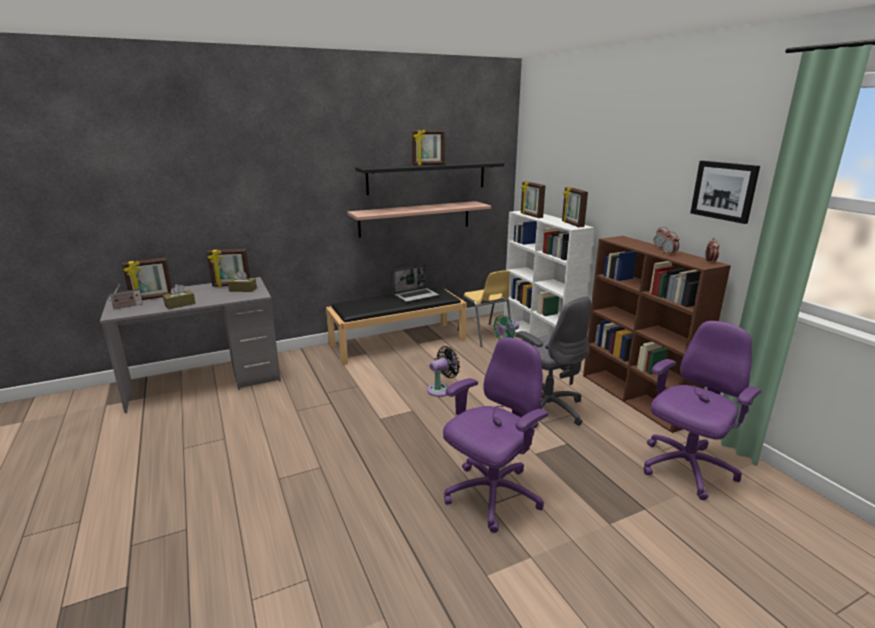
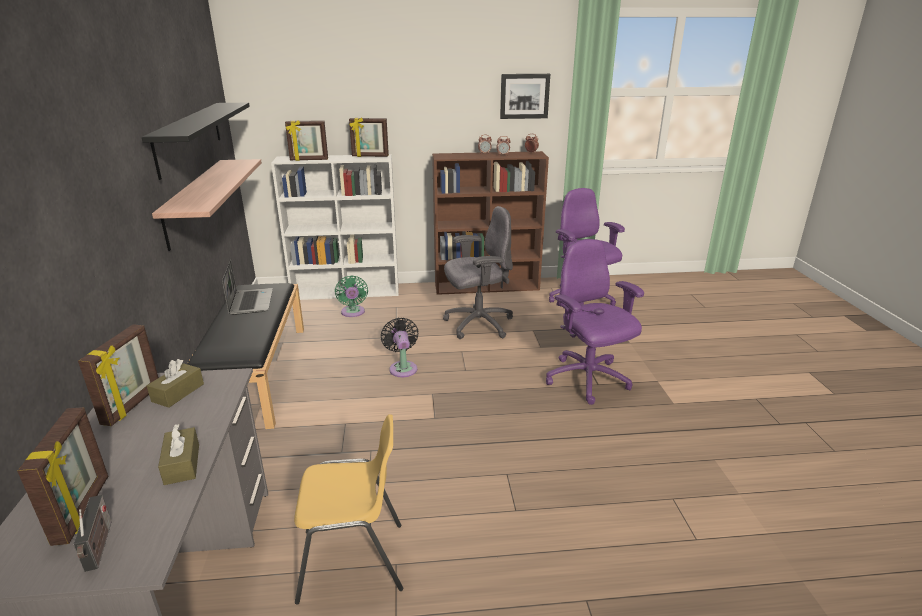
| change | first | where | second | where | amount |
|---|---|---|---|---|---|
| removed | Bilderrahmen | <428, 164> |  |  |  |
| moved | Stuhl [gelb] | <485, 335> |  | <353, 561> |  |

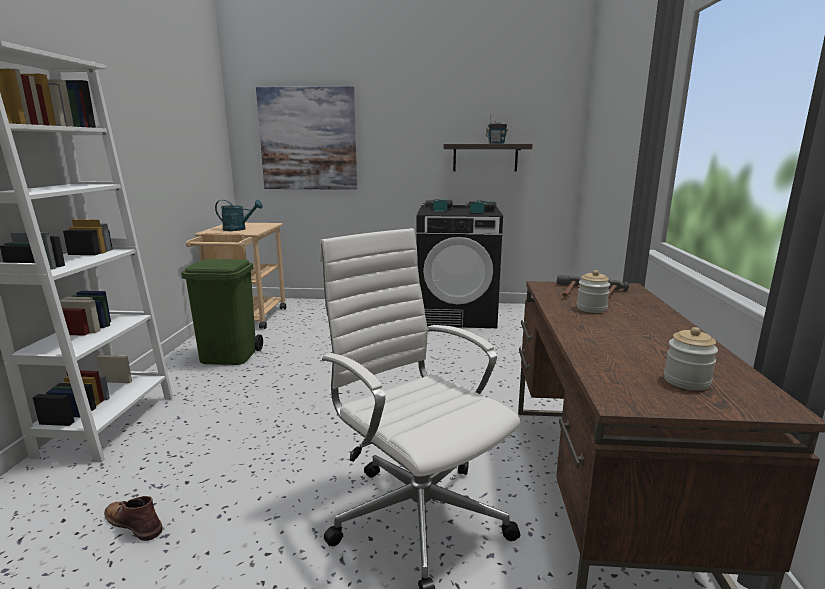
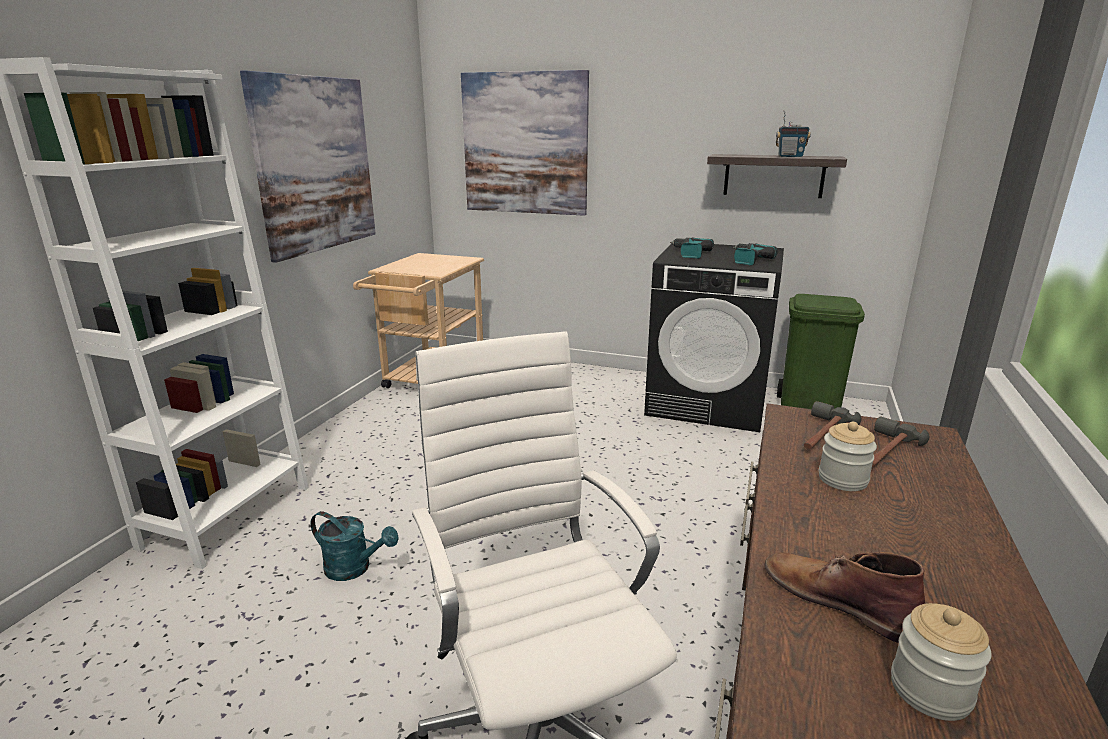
| change | first | where | second | where | amount |
|---|---|---|---|---|---|
| added |  |  | Bild | <315, 165> |  |
| moved | Stiefel [braun] | <133, 522> |  | <837, 599> |  |
| moved | Mülleimer [grün] | <229, 356> |  | <809, 408> |  |
| moved | Gießkanne [türkis] | <238, 229> |  | <355, 568> |  |

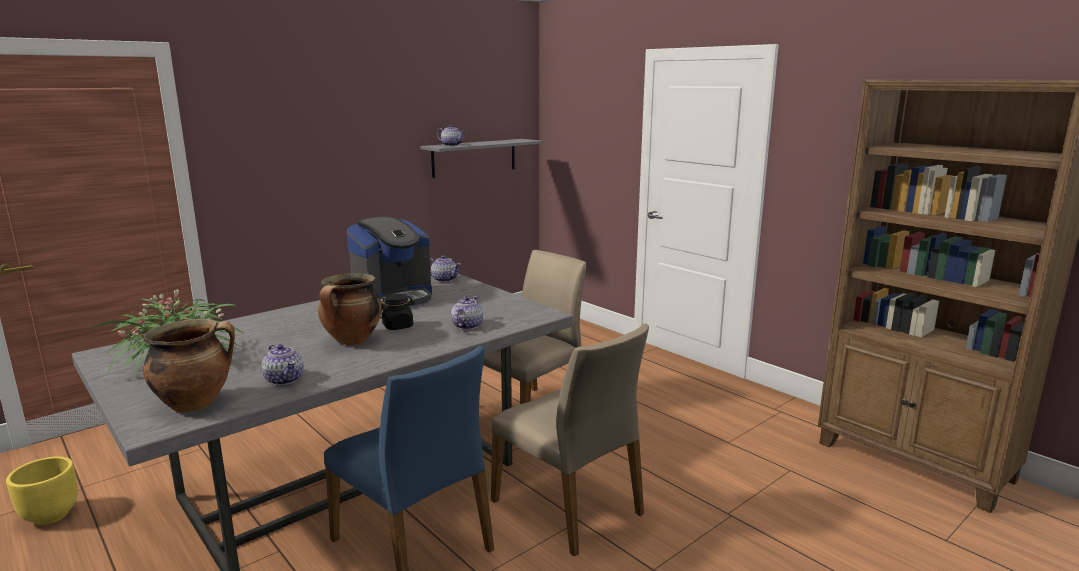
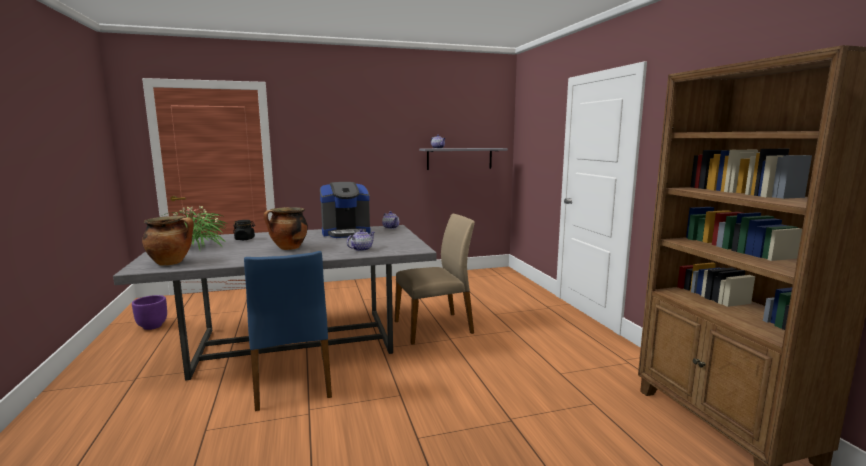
| change | first | where | second | where | amount |
|---|---|---|---|---|---|
| removed | Teekanne | <284, 379> |  |  |  |
| removed | Stuhl [beige] | <569, 507> |  |  |  |
| moved | Vorratsglas [schwarz] | <398, 326> |  | <245, 239> |  |
| recoloured | Pflanzkübel [gelb] | <50, 517> | Pflanzkübel [lila] | <152, 327> |  |

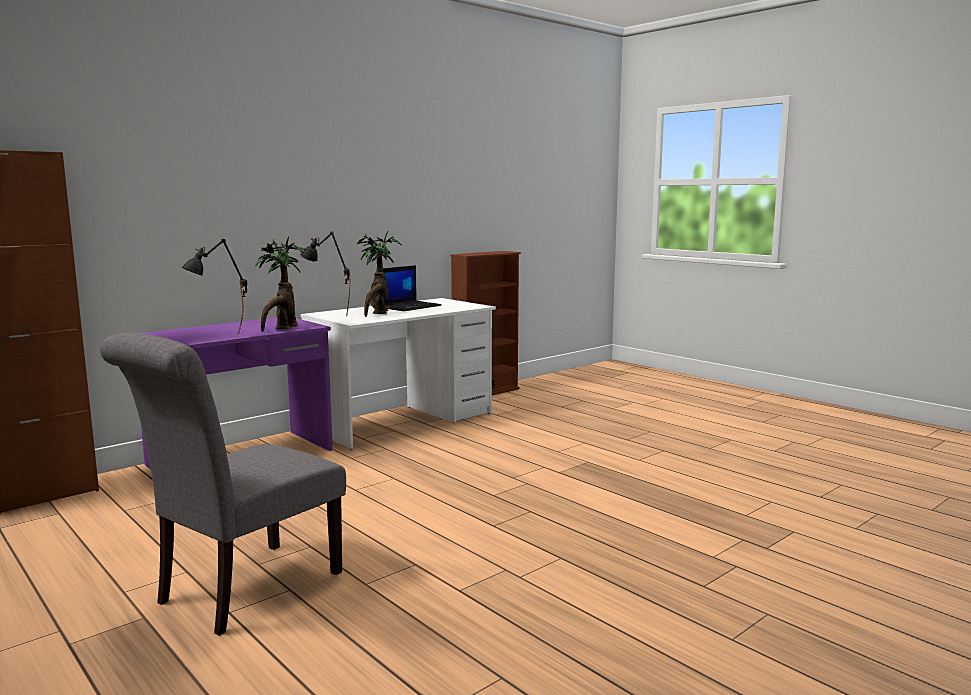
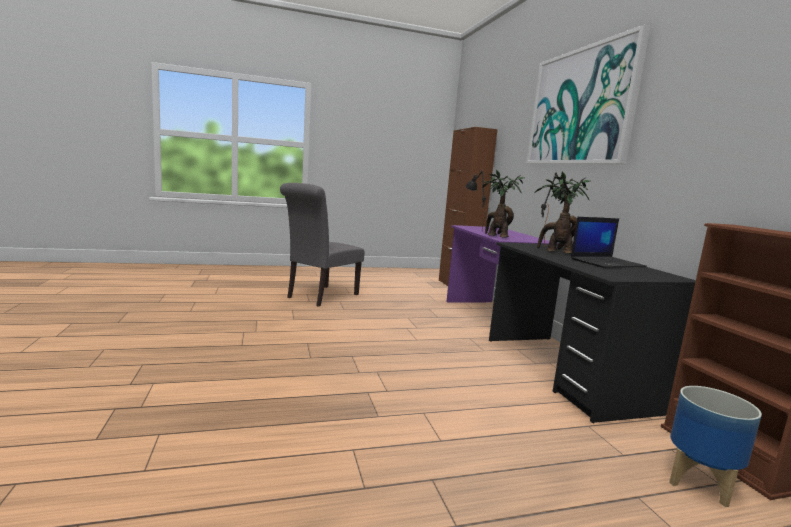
| change | first | where | second | where | amount |
|---|---|---|---|---|---|
| added |  |  | Bild | <580, 107> |  |
| added |  |  | Pflanzkübel | <700, 483> |  |
| recoloured | Schreibtisch [weiß] | <403, 421> | Schreibtisch [schwarz] | <565, 372> |  |
| turned | Stuhl [grau] | <241, 591> |  | <319, 296> | 120 degrees counterclockwise |
| turned | Laptop | <410, 306> |  | <607, 263> | 90 degrees counterclockwise |

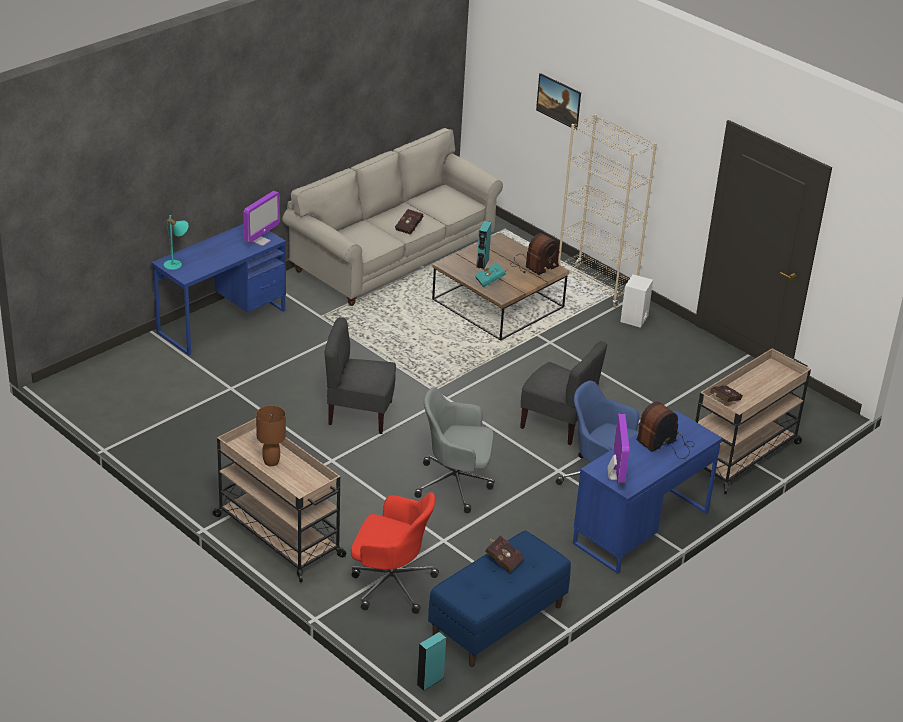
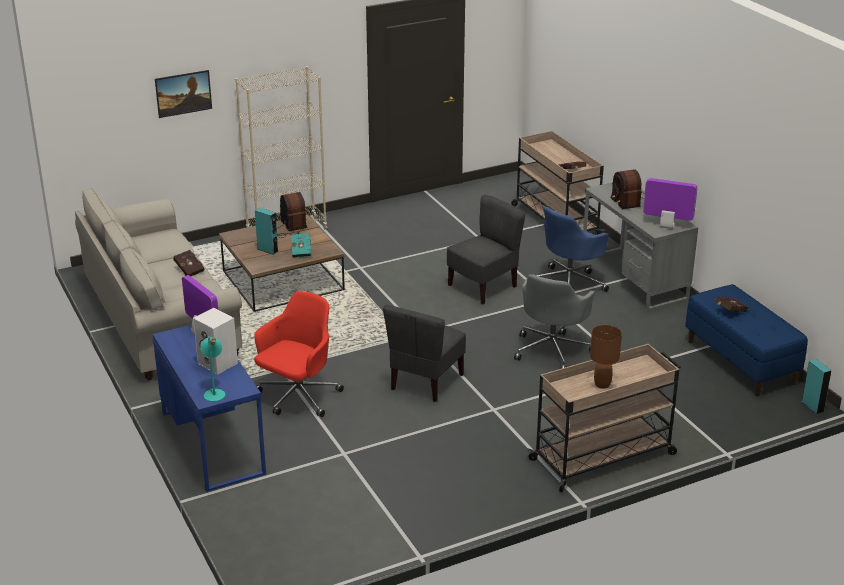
| change | first | where | second | where | amount |
|---|---|---|---|---|---|
| moved | Bürostuhl [rot] | <390, 583> |  | <297, 397> |  |
| moved | Lautsprecher [weiß] | <634, 319> |  | <219, 363> |  |
| recoloured | Schreibtisch [blau] | <640, 527> | Schreibtisch [grau] | <633, 278> |  |

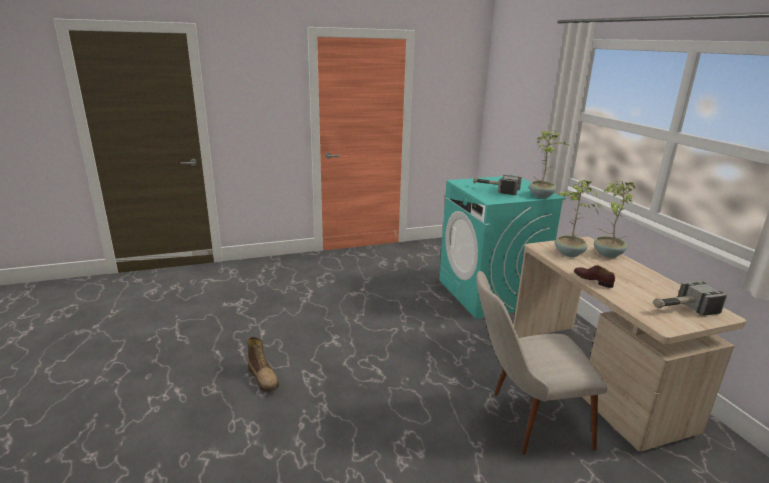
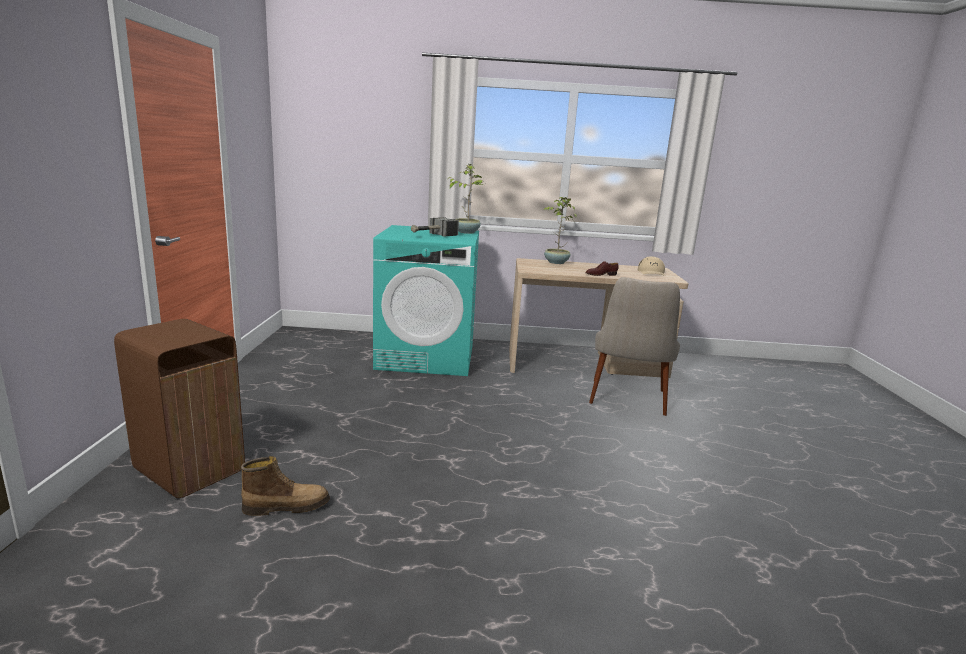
| change | first | where | second | where | amount |
|---|---|---|---|---|---|
| removed | Topfpflanze | <569, 253> |  |  |  |
| added |  |  | Mülleimer [braun] | <189, 470> |  |
| moved | Stiefel | <264, 379> |  | <287, 506> |  |
| replaced | Hammer | <681, 309> | Kappe [beige] | <651, 272> |  |

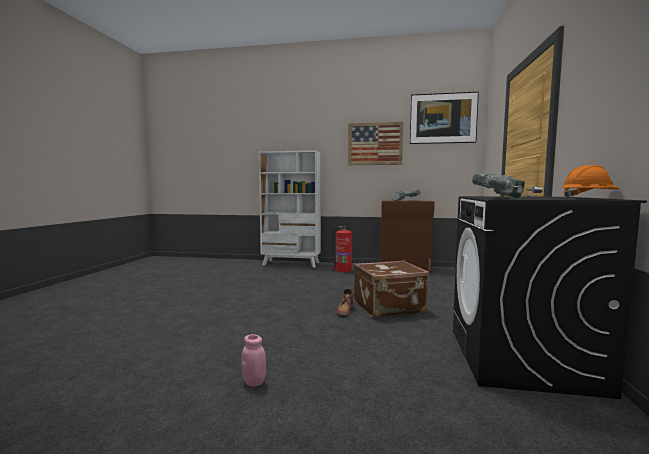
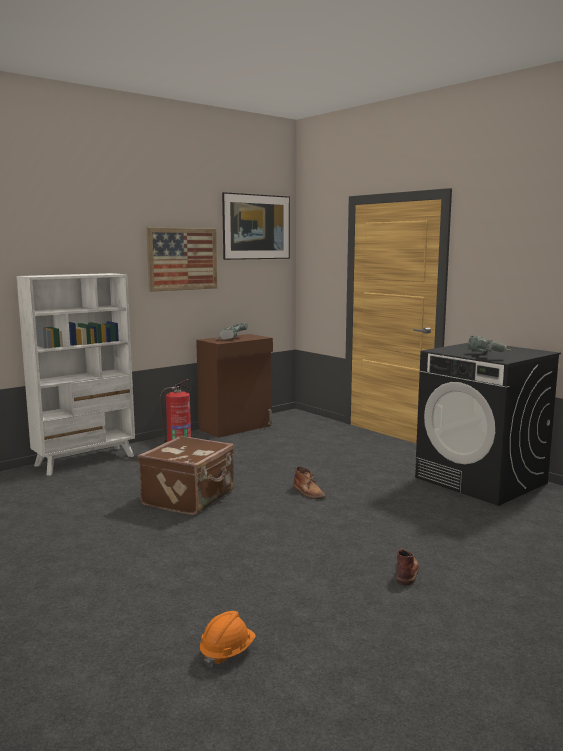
| change | first | where | second | where | amount |
|---|---|---|---|---|---|
| moved | Koffer [braun] | <389, 307> |  | <190, 498> |  |
| moved | Schutzhelm [orange] | <588, 198> |  | <227, 652> |  |
| replaced | Vorratsglas [rosa] | <254, 382> | Stiefel [braun] | <406, 571> |  |

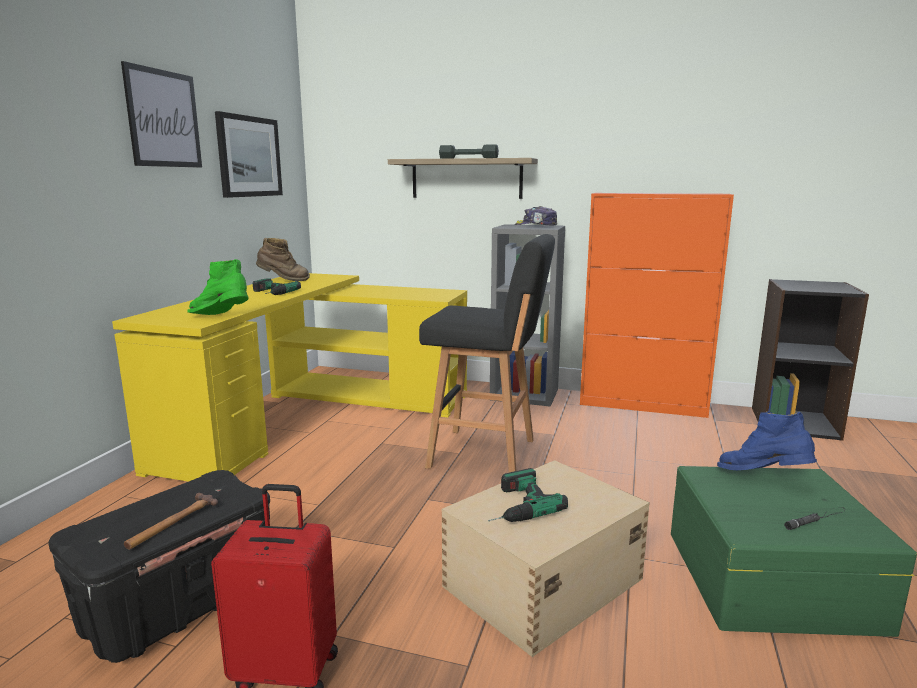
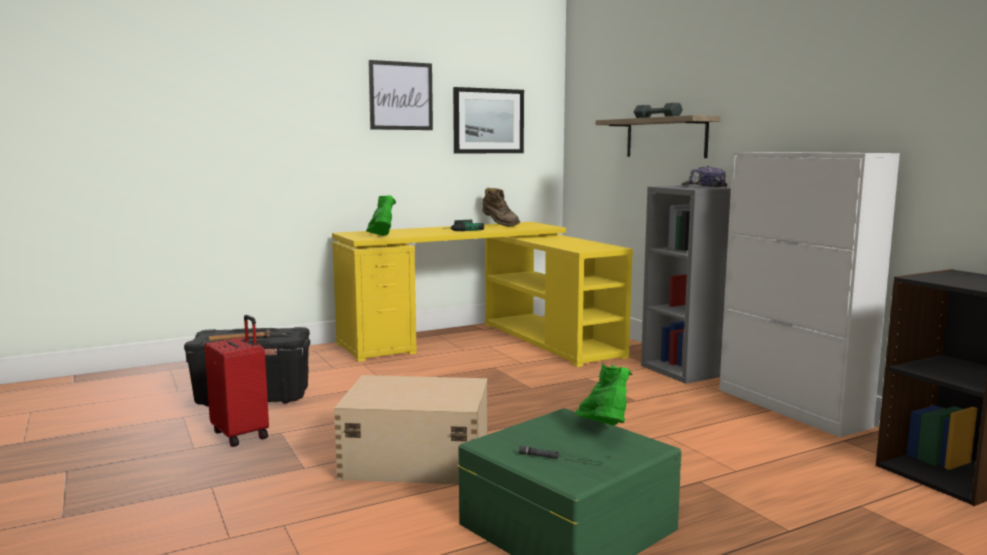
| change | first | where | second | where | amount |
|---|---|---|---|---|---|
| removed | Hocker [schwarz] | <486, 454> |  |  |  |
| removed | Bohrmaschine | <514, 505> |  |  |  |
| recoloured | Schrank [orange] | <643, 404> | Schrank [weiß] | <791, 408> |  |
| recoloured | Stiefel [blau] | <763, 478> | Stiefel [grün] | <602, 432> |  |

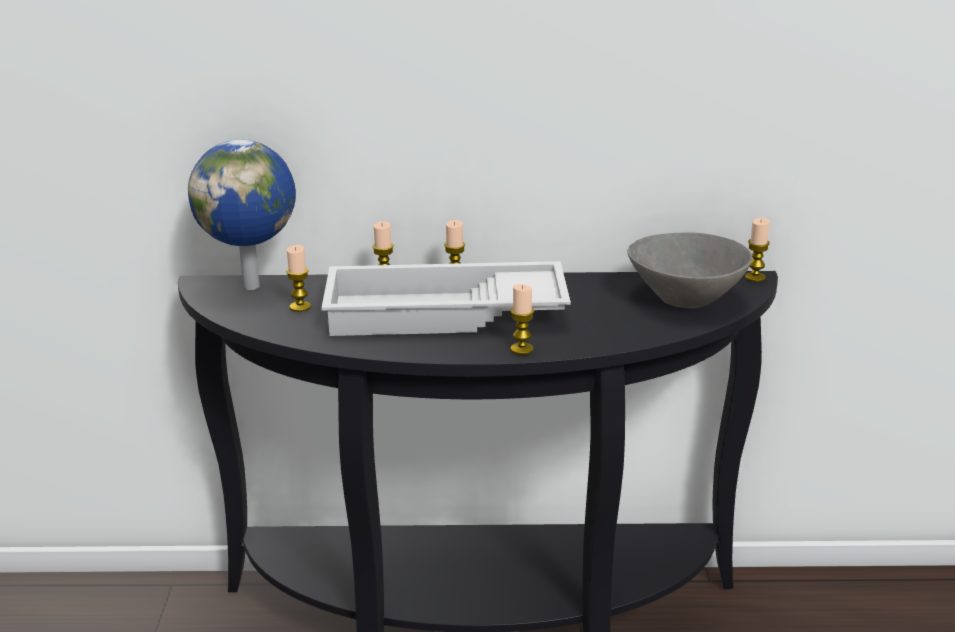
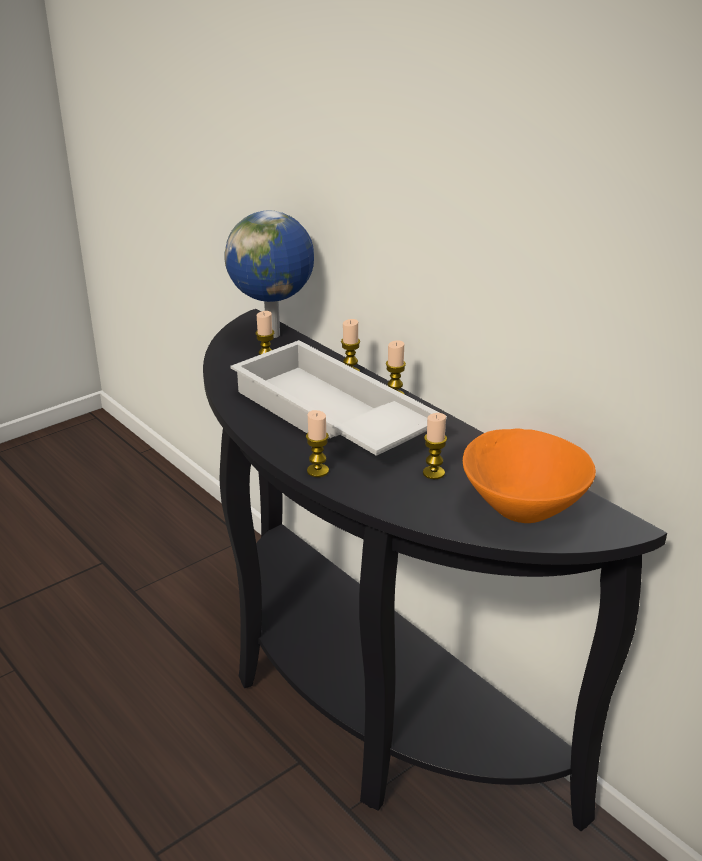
| change | first | where | second | where | amount |
|---|---|---|---|---|---|
| moved | Kerze | <755, 277> |  | <433, 473> |  |
| recoloured | Schüssel [grau] | <685, 298> | Schüssel [orange] | <523, 507> |  |

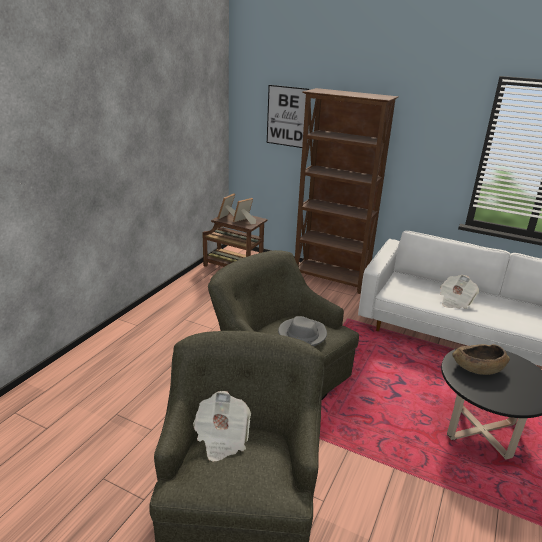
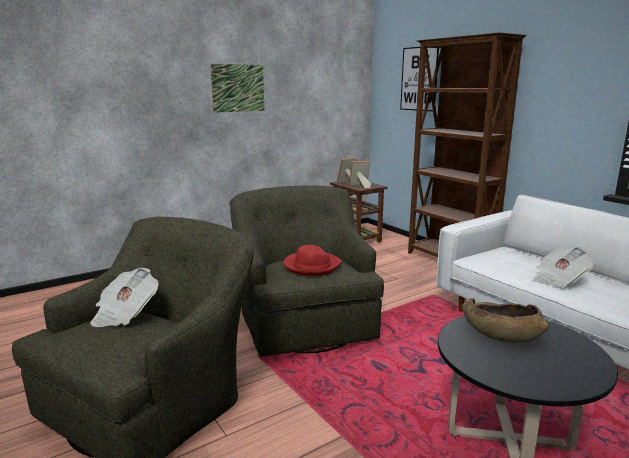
| change | first | where | second | where | amount |
|---|---|---|---|---|---|
| added |  |  | Bild | <238, 88> |  |
| recoloured | Hut [grau] | <302, 334> | Hut [rot] | <311, 266> |  |

